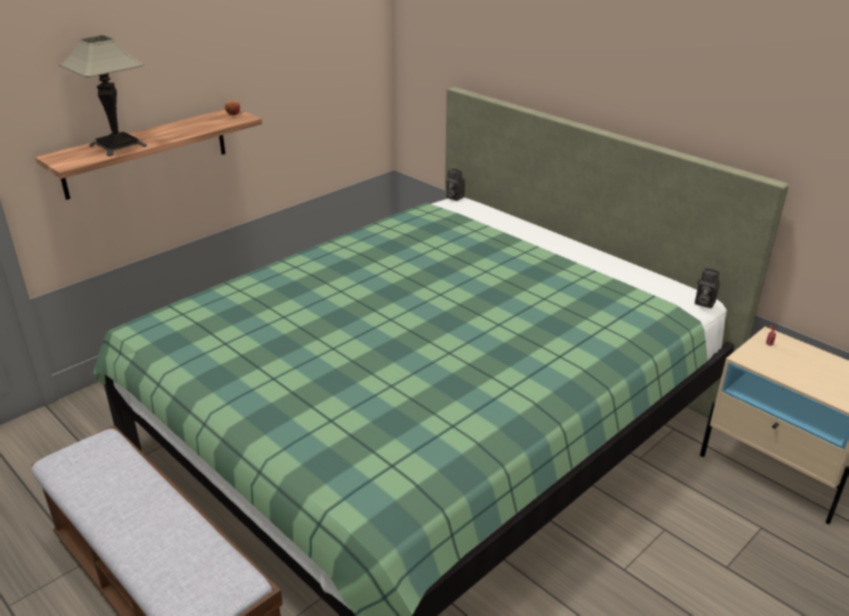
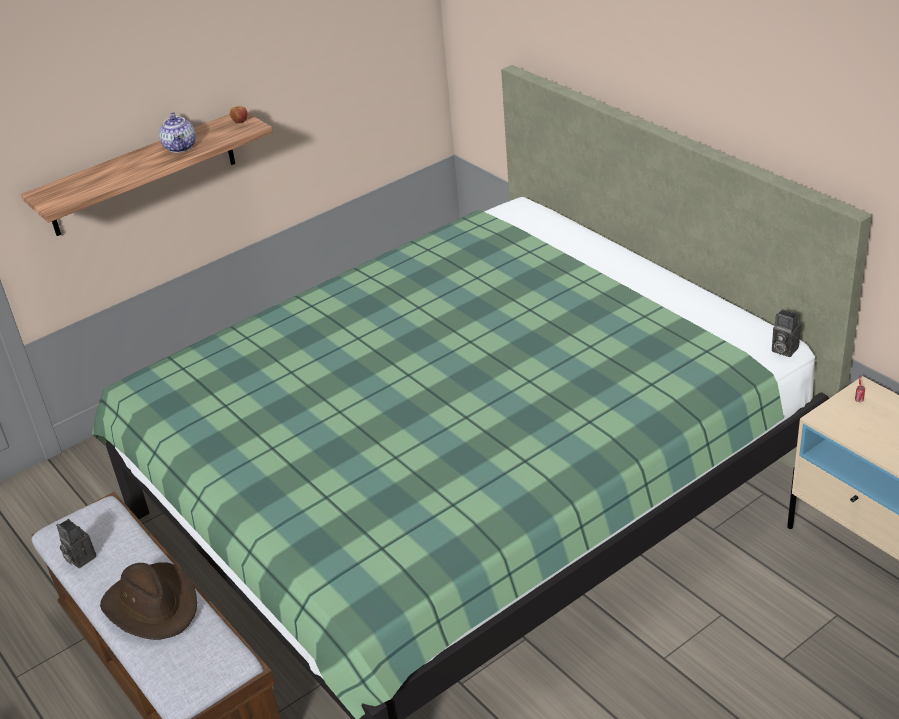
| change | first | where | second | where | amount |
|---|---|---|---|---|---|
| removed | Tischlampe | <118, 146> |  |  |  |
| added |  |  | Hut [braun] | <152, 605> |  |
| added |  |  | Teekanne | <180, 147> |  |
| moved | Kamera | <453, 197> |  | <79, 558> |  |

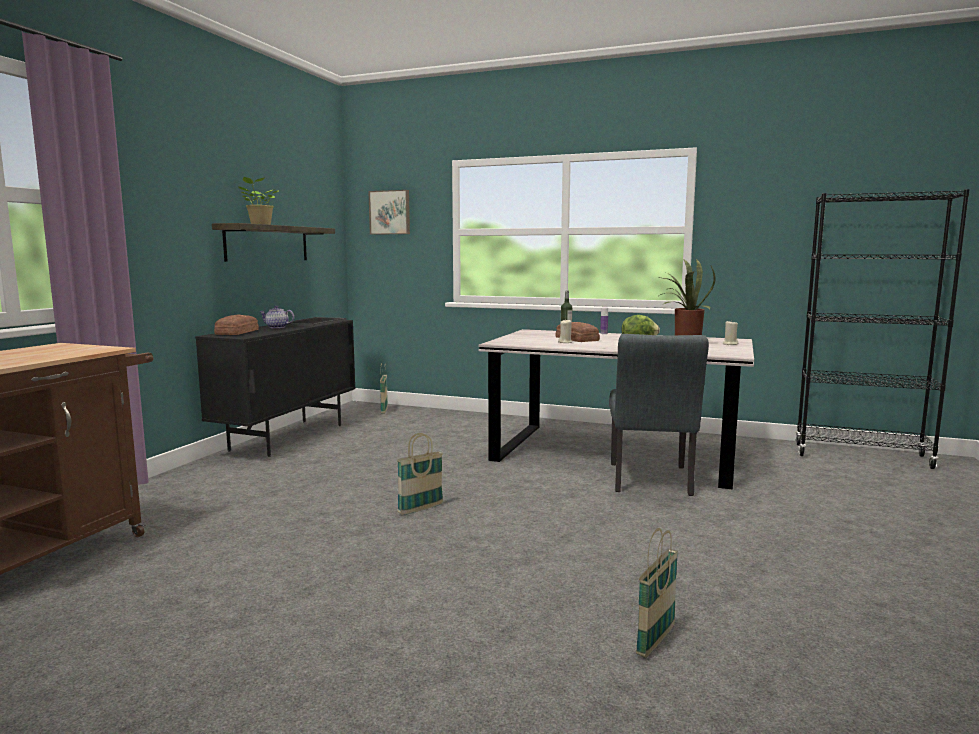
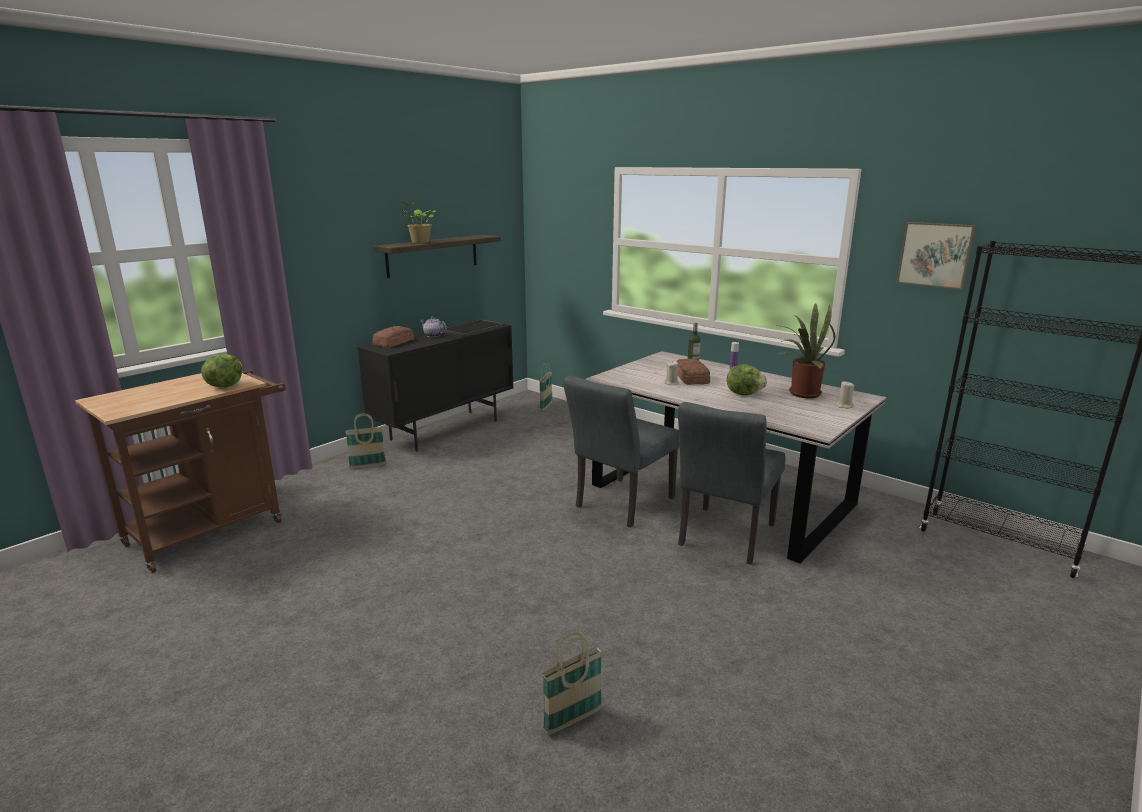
| change | first | where | second | where | amount |
|---|---|---|---|---|---|
| added |  |  | Salatkopf | <225, 385> |  |
| added |  |  | Stuhl [grau] | <620, 505> |  |
| moved | Bild | <390, 212> |  | <935, 254> |  |
| moved | Korb | <420, 509> |  | <368, 466> |  |

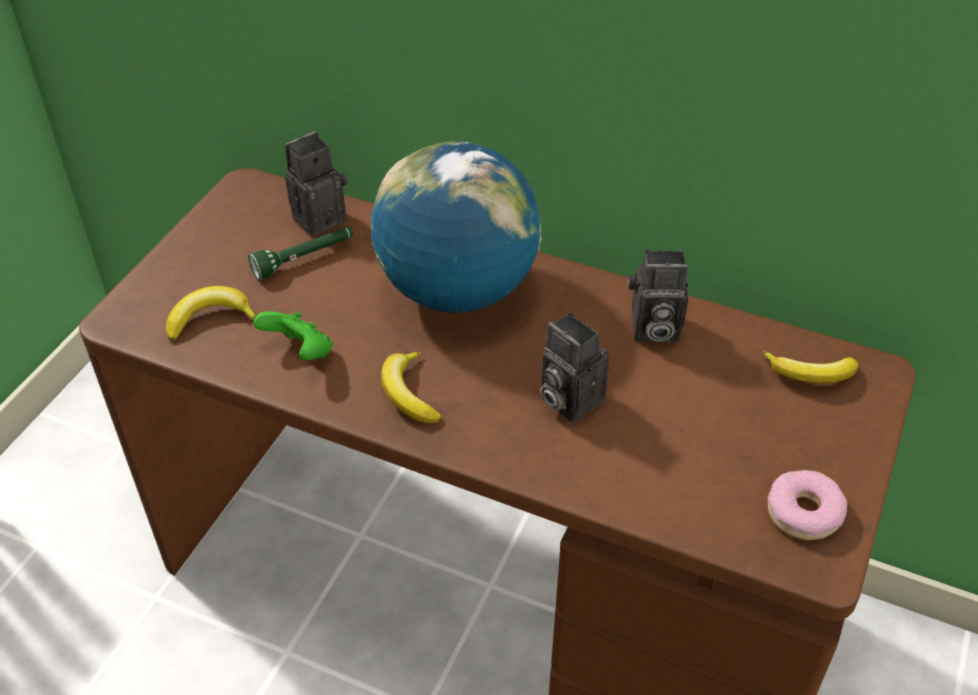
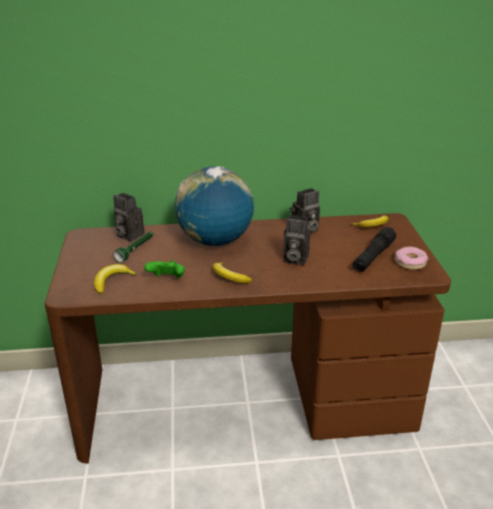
| change | first | where | second | where | amount |
|---|---|---|---|---|---|
| added |  |  | Taschenlampe [schwarz] | <373, 257> |  |
| turned | Kamera | <319, 216> |  | <128, 235> | 75 degrees counterclockwise |

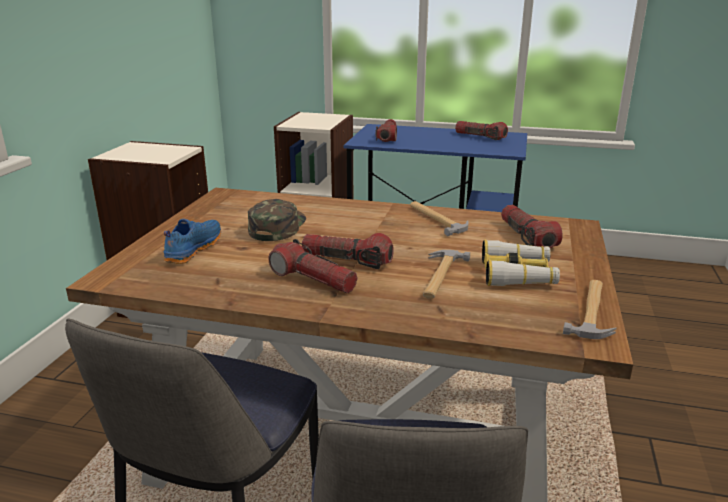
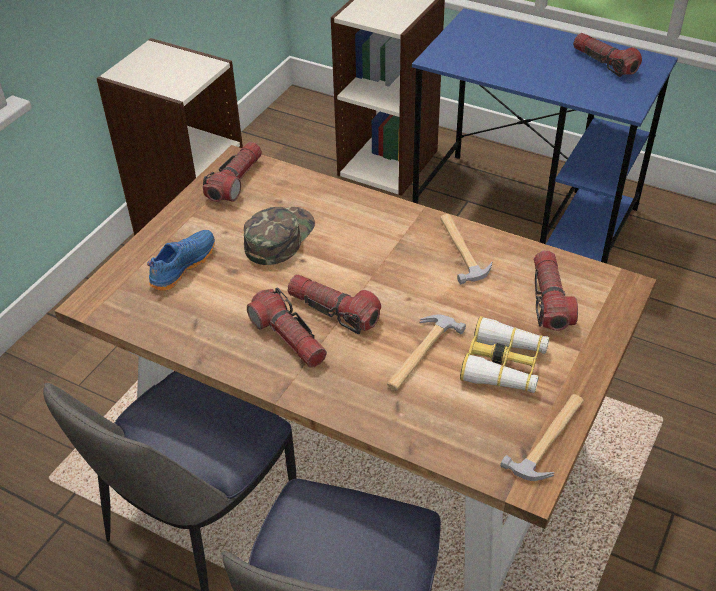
| change | first | where | second | where | amount |
|---|---|---|---|---|---|
| moved | Taschenlampe | <387, 137> |  | <235, 181> |  |

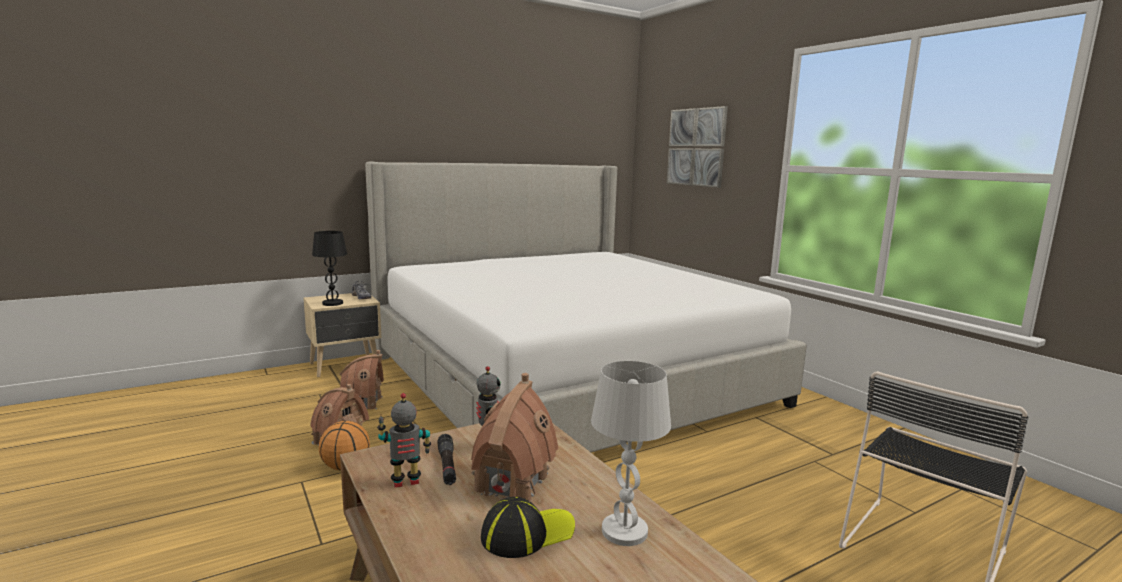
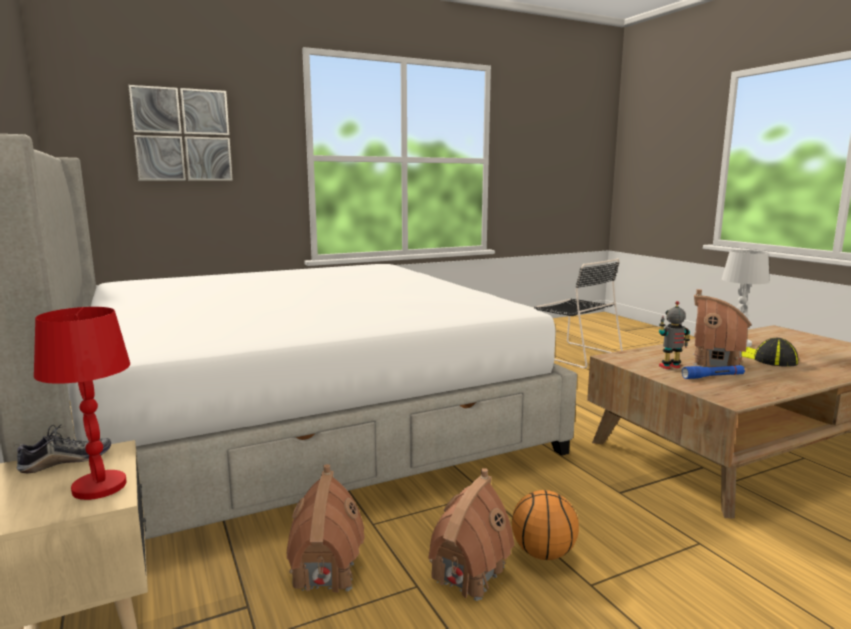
| change | first | where | second | where | amount |
|---|---|---|---|---|---|
| removed | Spielzeugroboter | <406, 483> |  |  |  |
| recoloured | Tischlampe [schwarz] | <332, 303> | Tischlampe [rot] | <99, 487> |  |
| recoloured | Taschenlampe [schwarz] | <447, 466> | Taschenlampe [blau] | <713, 377> |  |

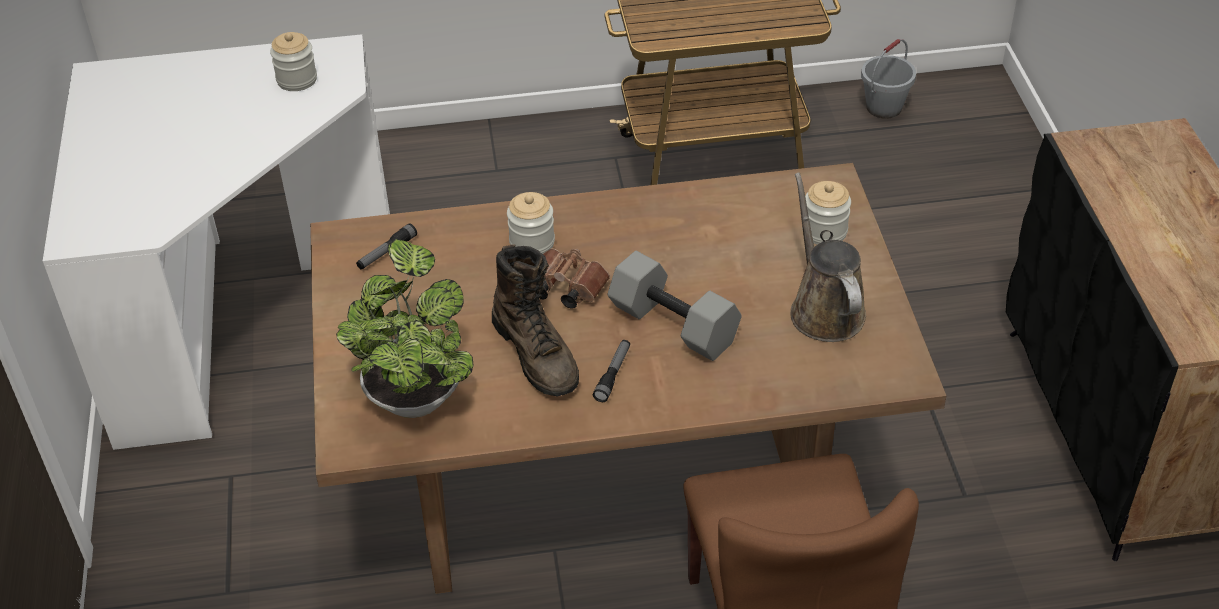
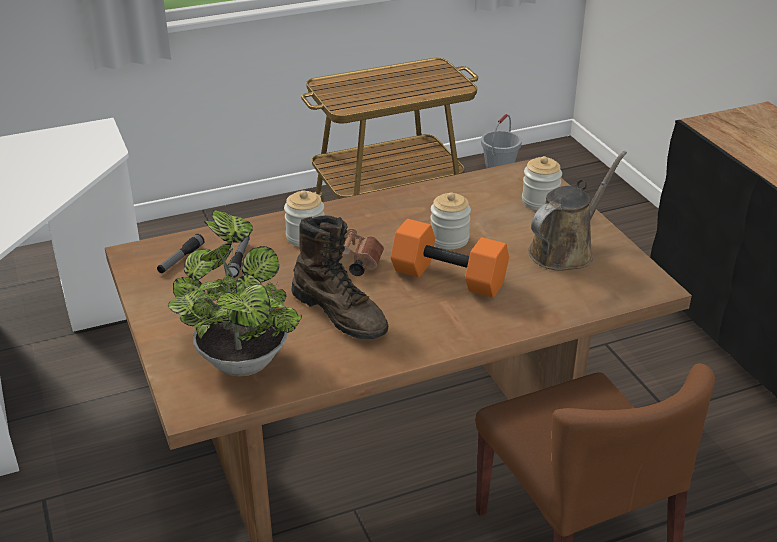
| change | first | where | second | where | amount |
|---|---|---|---|---|---|
| moved | Vorratsglas | <297, 80> |  | <449, 239> |  |
| moved | Taschenlampe | <613, 374> |  | <239, 259> |  |
| recoloured | Hantel [grau] | <671, 325> | Hantel [orange] | <447, 278> |  |
| turned | Gießkanne [braun] | <824, 308> |  | <565, 250> | 75 degrees clockwise |

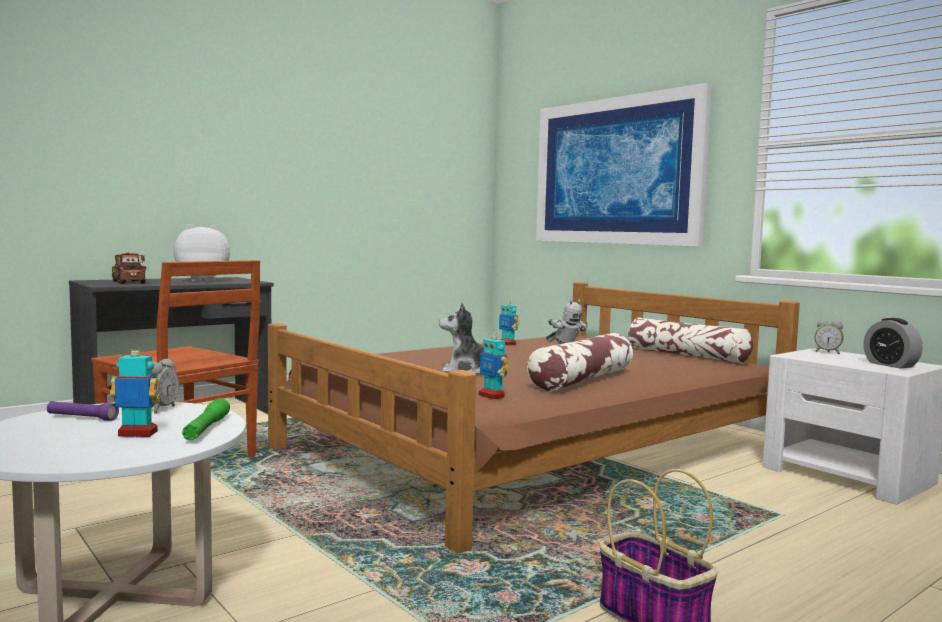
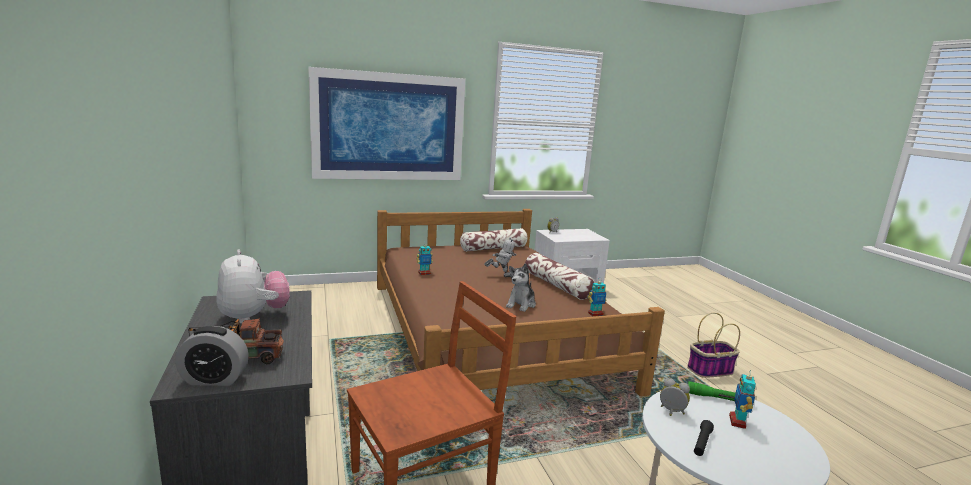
| change | first | where | second | where | amount |
|---|---|---|---|---|---|
| moved | Wecker | <890, 365> |  | <214, 379> |  |
| recoloured | Taschenlampe [lila] | <82, 418> | Taschenlampe [schwarz] | <702, 443> |  |
| turned | Plüschtier | <203, 280> |  | <254, 317> | 150 degrees clockwise |

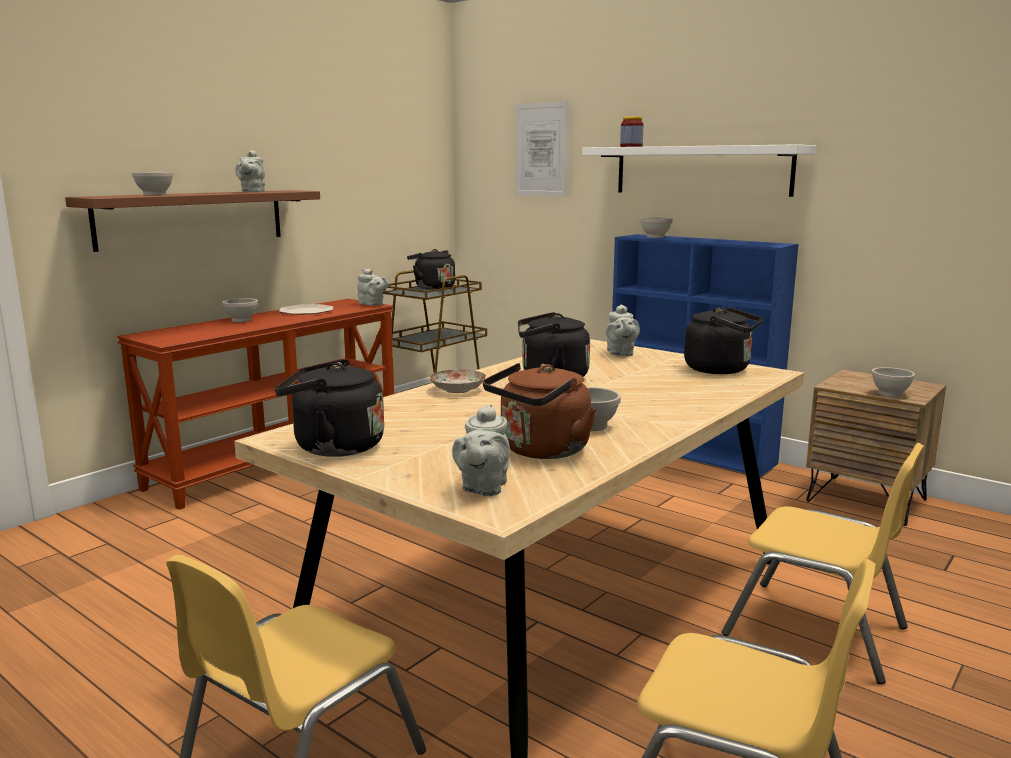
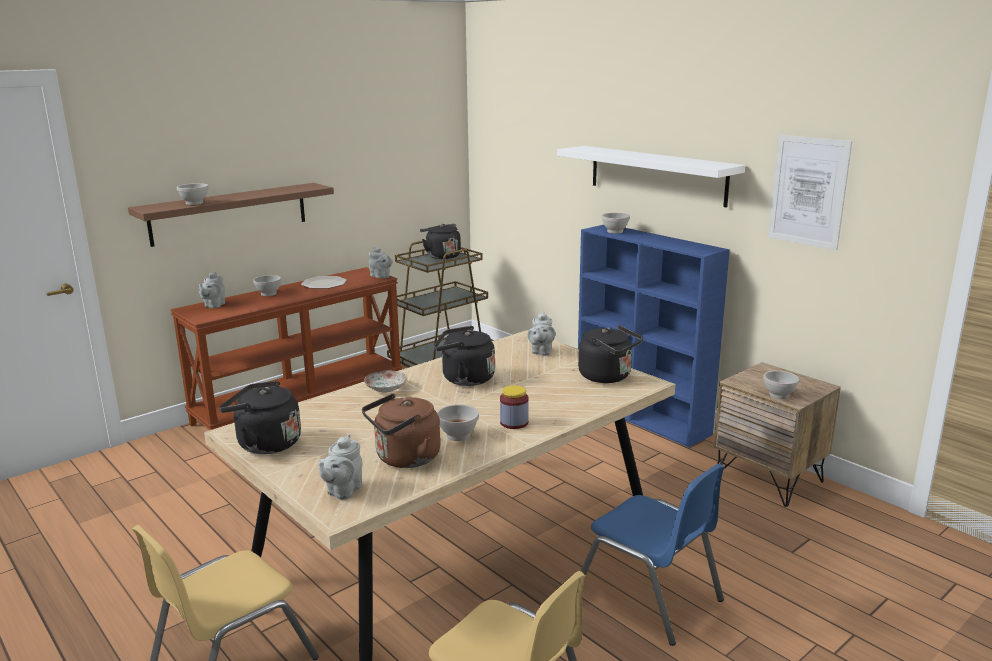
| change | first | where | second | where | amount |
|---|---|---|---|---|---|
| moved | Teekanne [grau] | <252, 191> |  | <214, 305> |  |
| moved | Bild | <541, 149> |  | <808, 191> |  |
| moved | Vorratsglas | <631, 146> |  | <514, 423> |  |
| recoloured | Stuhl [gelb] | <816, 631> | Stuhl [blau] | <648, 596> |  |

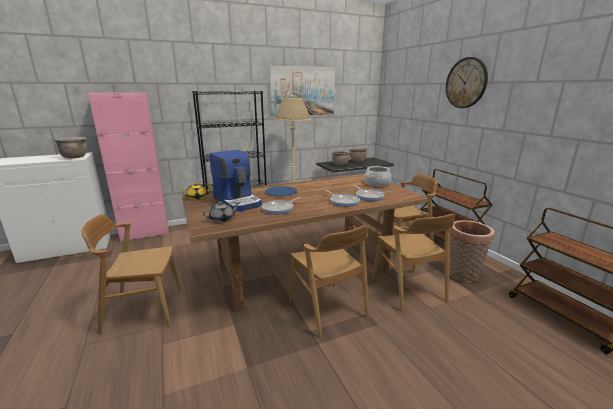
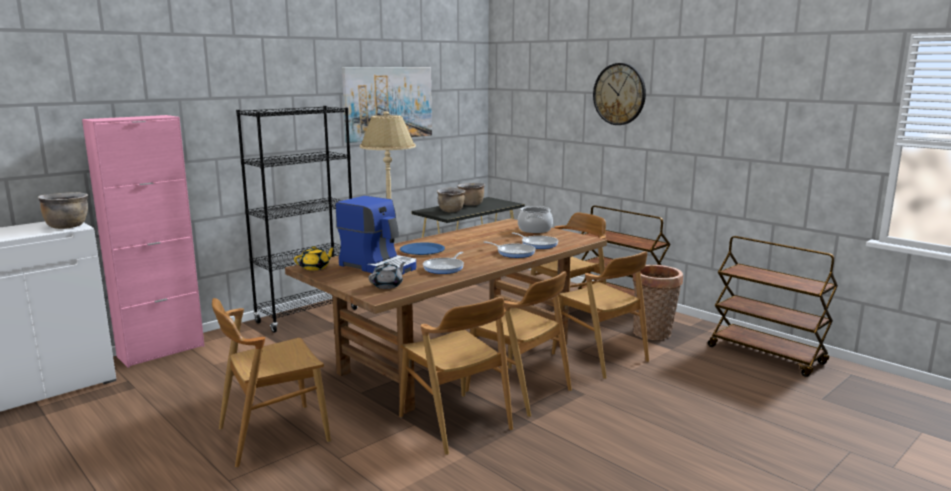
| change | first | where | second | where | amount |
|---|---|---|---|---|---|
| added |  |  | Stuhl [braun] | <455, 423> |  |

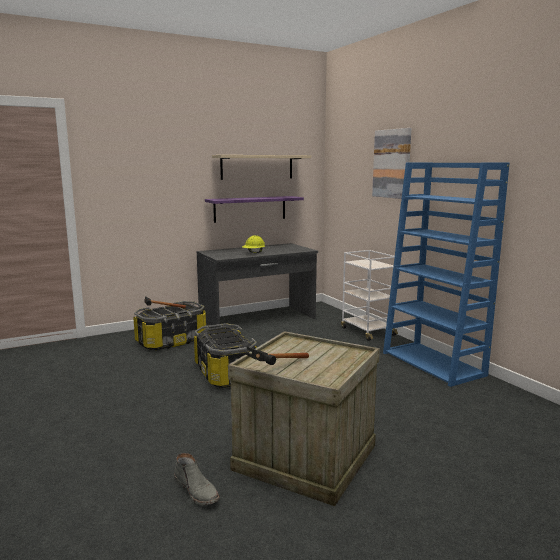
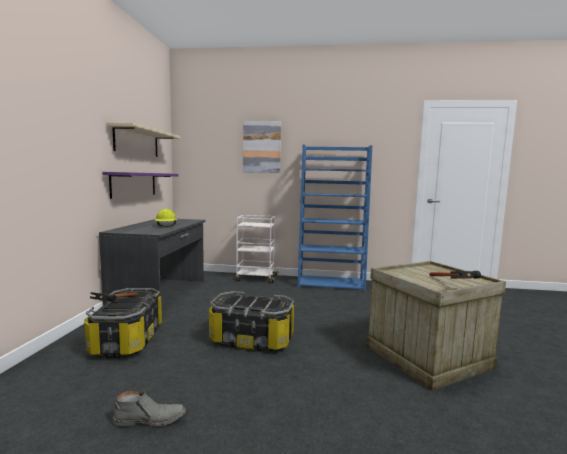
| change | first | where | second | where | amount |
|---|---|---|---|---|---|
| moved | Stiefel [grau] | <197, 491> |  | <150, 419> |  |

